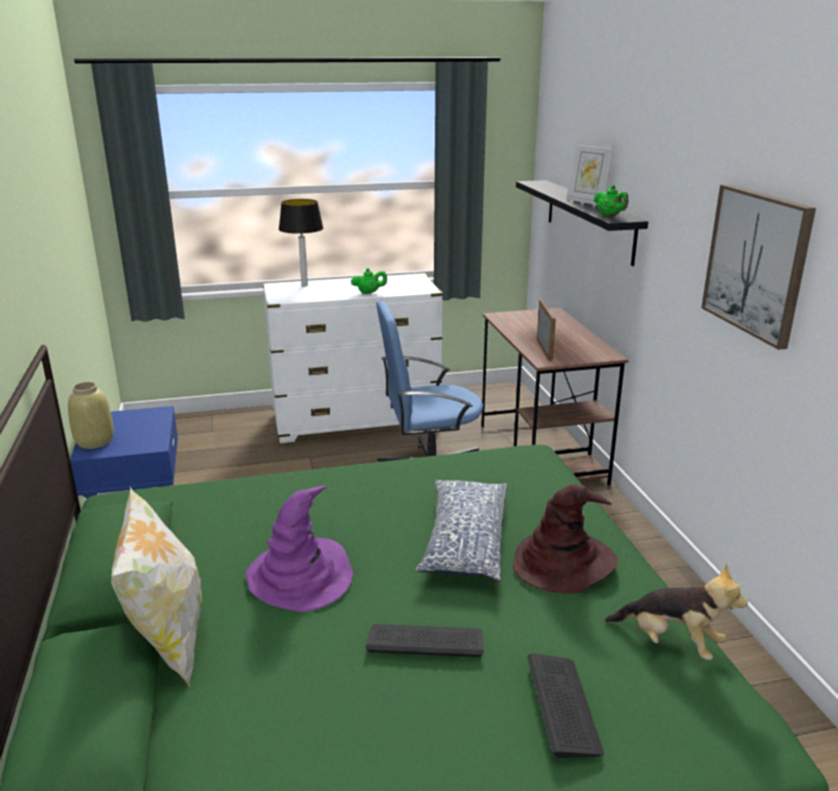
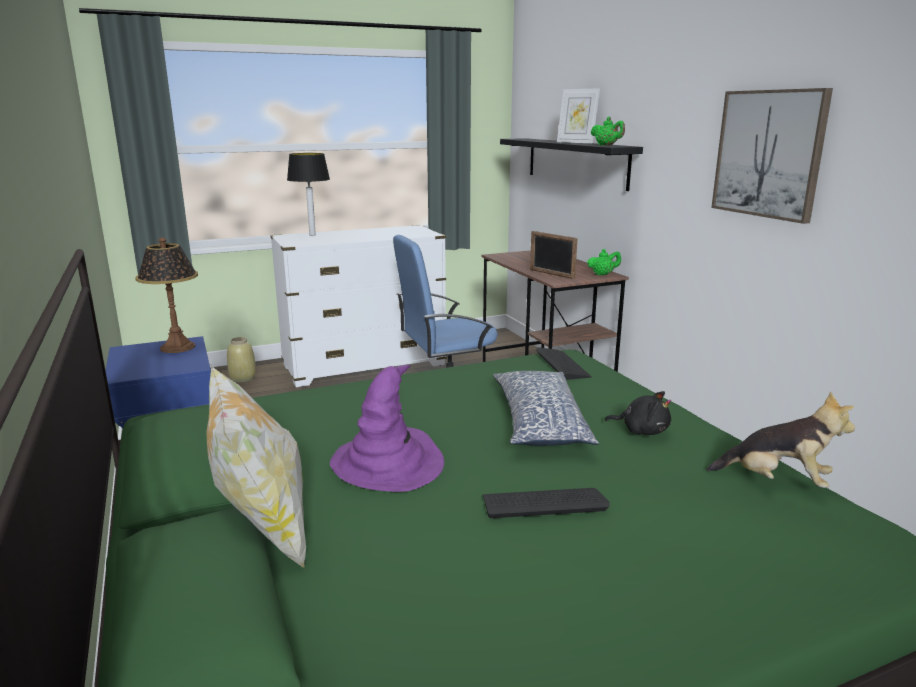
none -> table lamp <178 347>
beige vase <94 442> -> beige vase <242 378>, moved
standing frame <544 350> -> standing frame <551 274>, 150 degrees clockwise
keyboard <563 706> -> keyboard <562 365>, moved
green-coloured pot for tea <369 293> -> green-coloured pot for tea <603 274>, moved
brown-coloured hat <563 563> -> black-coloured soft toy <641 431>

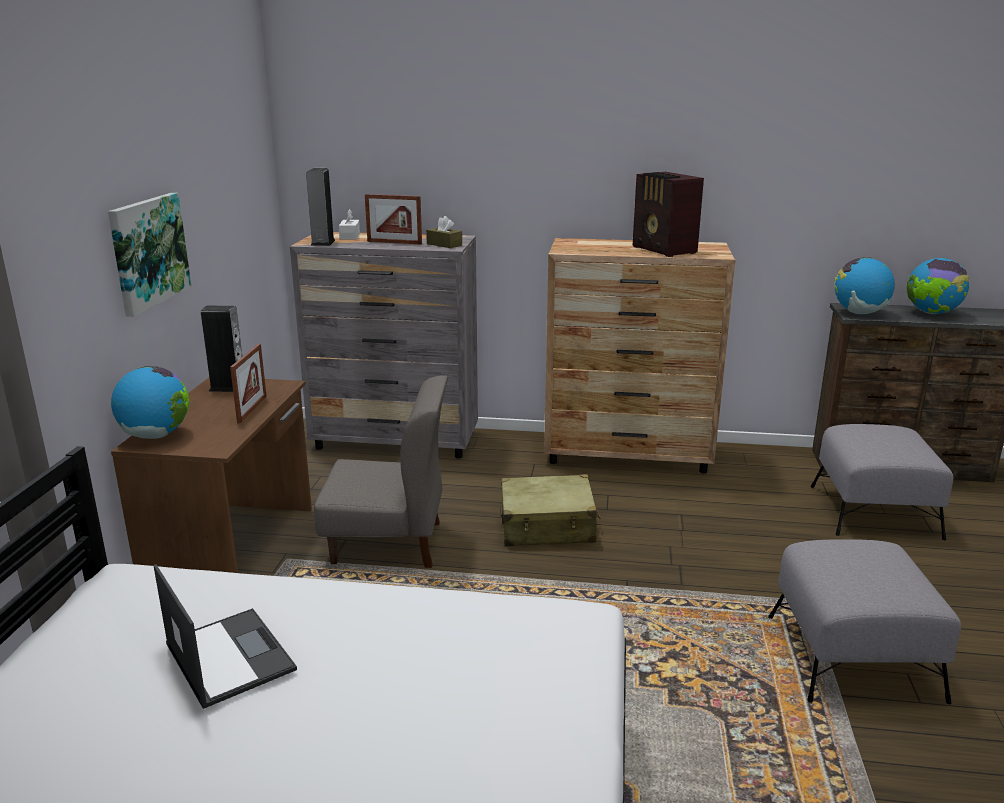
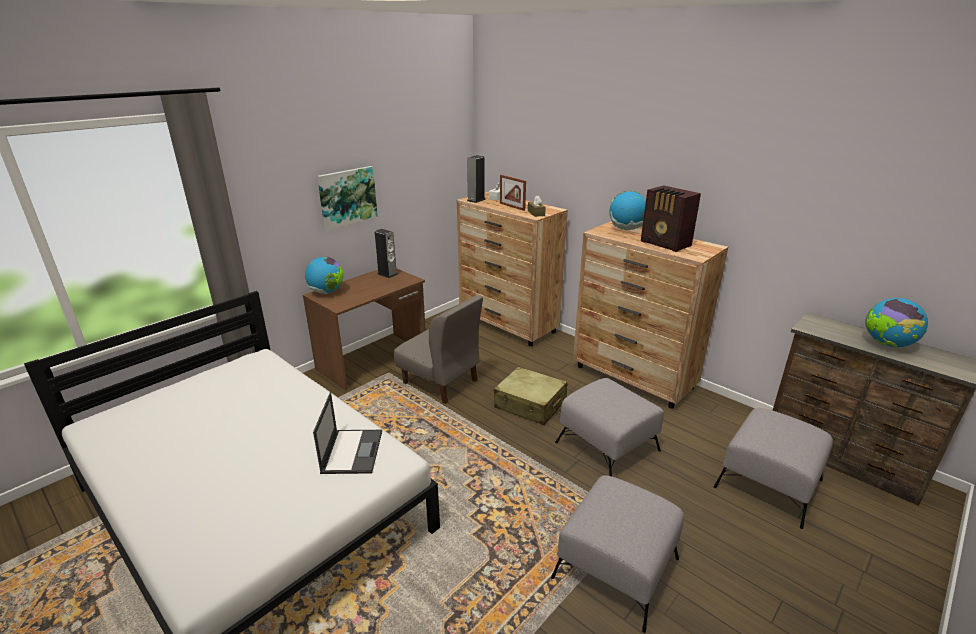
laptop <228 656> -> laptop <352 451>, moved
grey dresser <396 441> -> brown-coloured dresser <508 325>
none -> grey pouffe <607 447>
globe <859 313> -> globe <626 229>, moved
radio receiver <664 250> -> radio receiver <666 244>, 45 degrees counterclockwise
standing frame <252 409> -> none

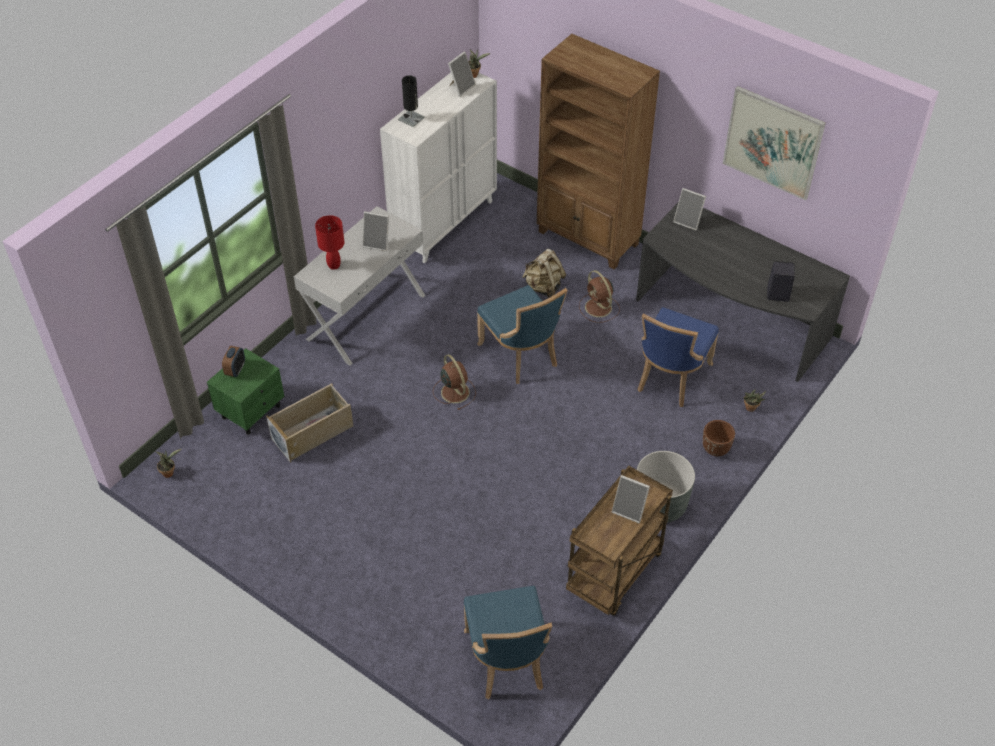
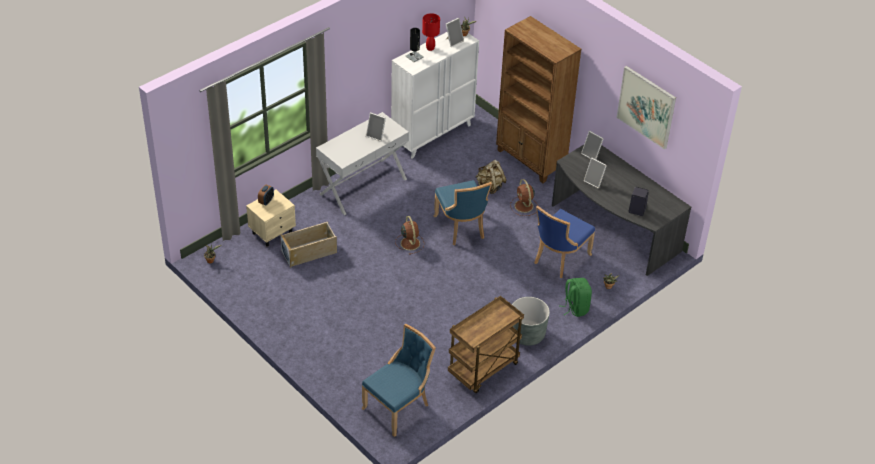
green-coloured night table <252 411> -> beige night table <273 232>
blue-coloured plain chair <507 662> -> blue-coloured plain chair <399 407>, 135 degrees counterclockwise
reddish table lamp <333 265> -> reddish table lamp <430 48>, moved
brown-coloured plant pot <715 449> -> green-coloured knapsack <575 308>
standing frame <630 510> -> standing frame <594 181>, moved

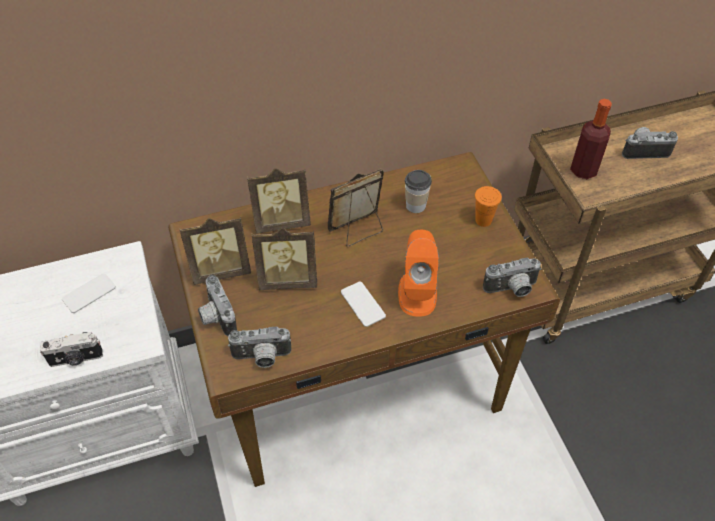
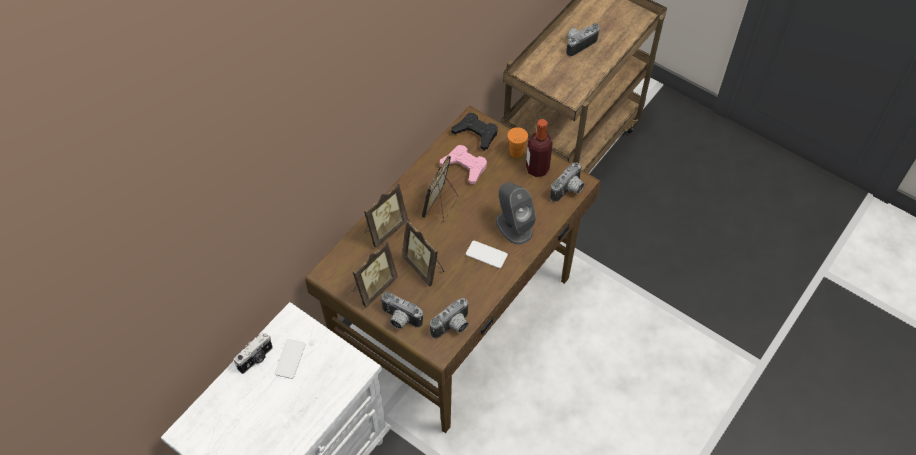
photo camera <76 359> -> photo camera <256 359>, moved
standing frame <288 279> -> standing frame <424 267>, 90 degrees clockwise
cup <416 205> -> pink-coloured game controller <464 166>
none -> black-coloured game controller <476 133>
orange loudspeaker <417 292> -> grey loudspeaker <513 226>
beverage bottle <583 170> -> beverage bottle <537 169>, moved

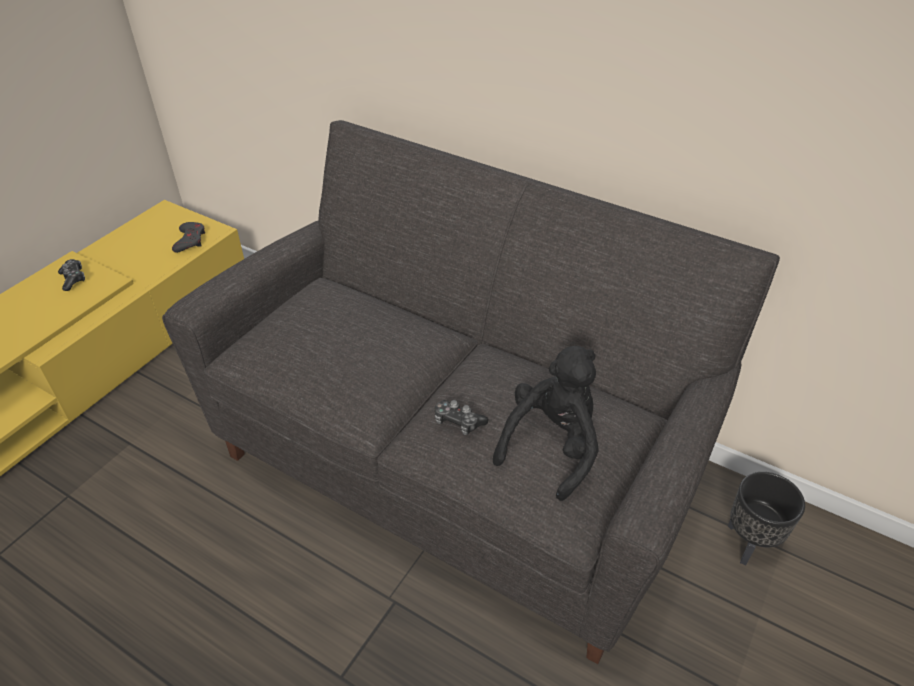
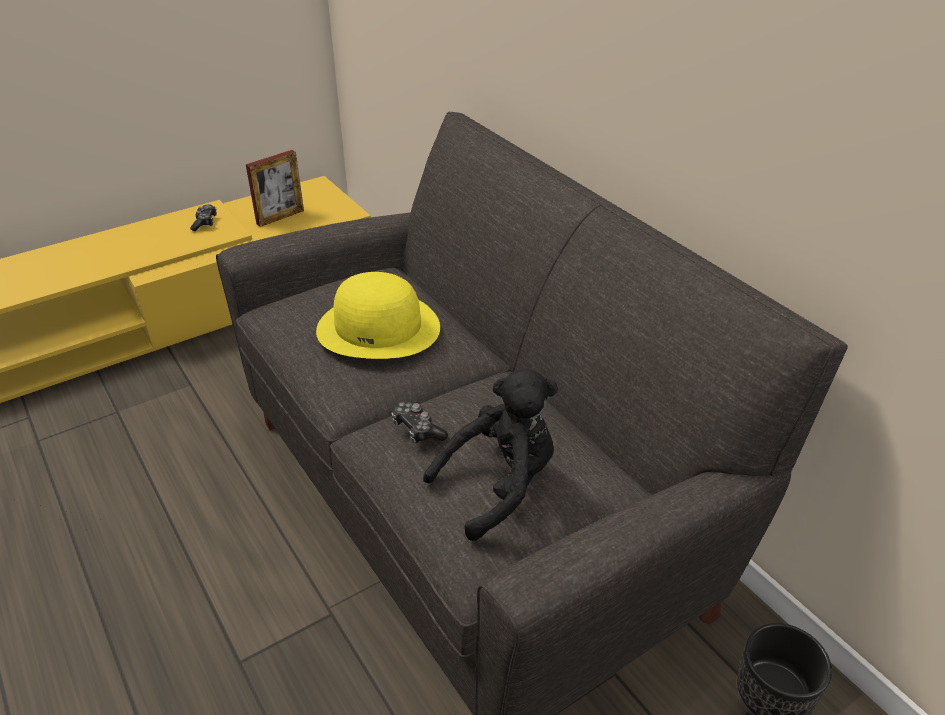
none -> standing frame <280 217>
none -> yellow-coloured hat <379 328>
grey game controller <190 240> -> none

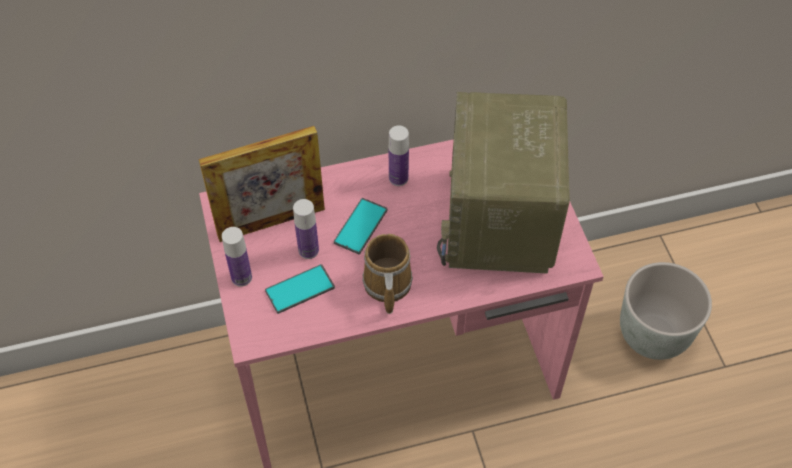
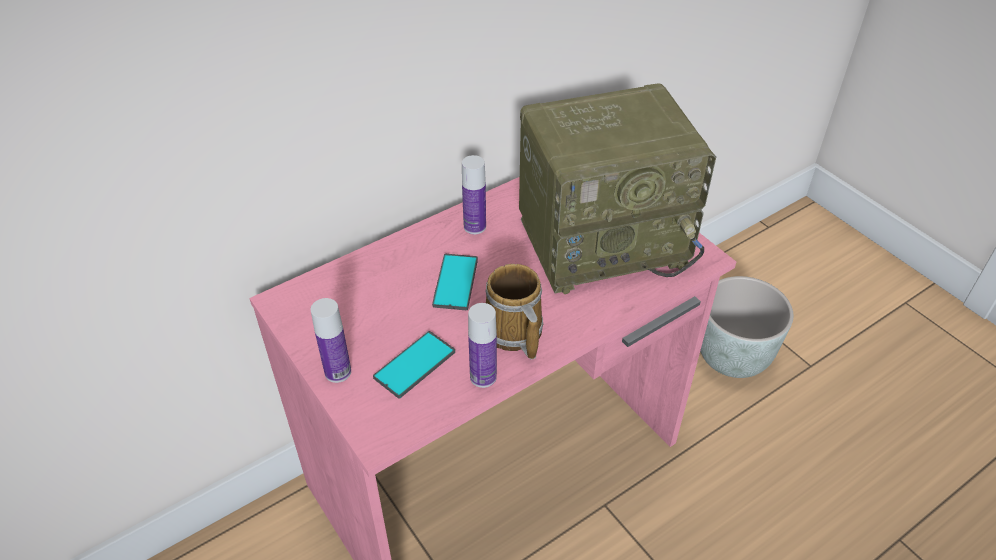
beverage bottle <308 250> -> beverage bottle <483 377>, moved
radio receiver <501 222> -> radio receiver <604 239>, 90 degrees counterclockwise
standing frame <271 222> -> none

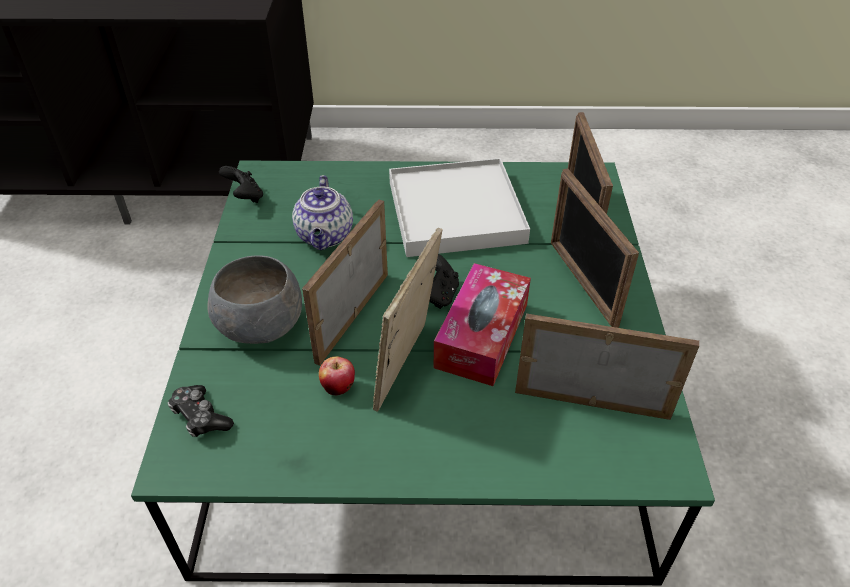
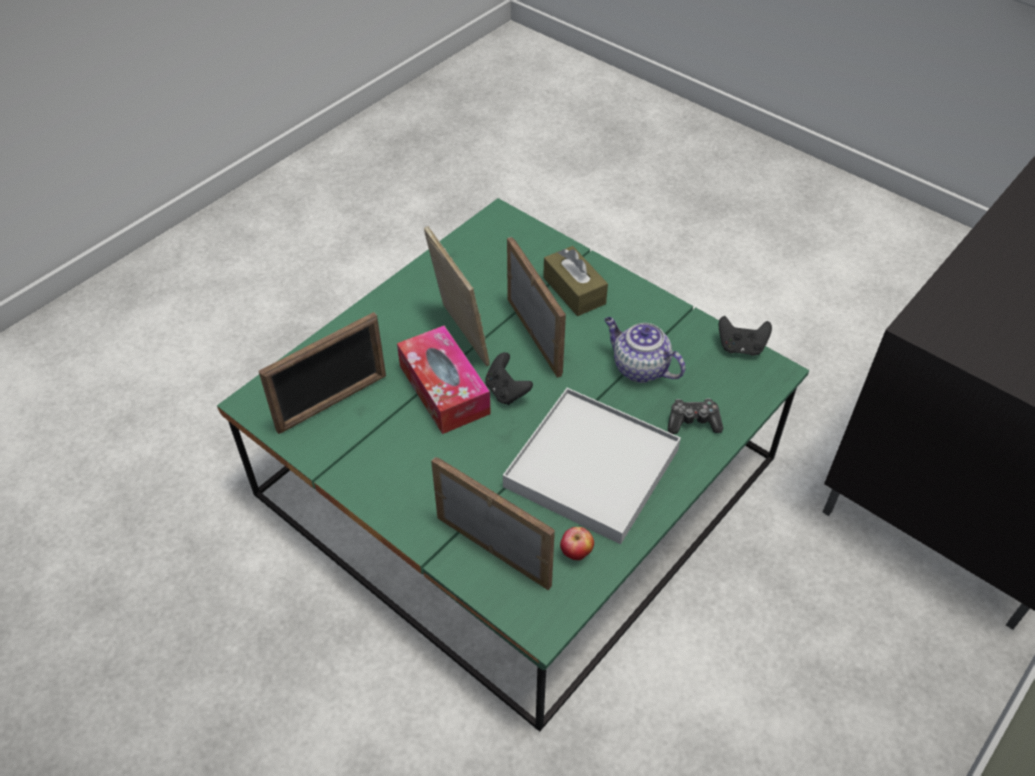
grey deep dish <260 324> -> brown-coloured tissue box <574 290>
apple <338 387> -> apple <576 553>, moved
game controller <200 417> -> game controller <693 422>, moved
standing frame <582 282> -> none

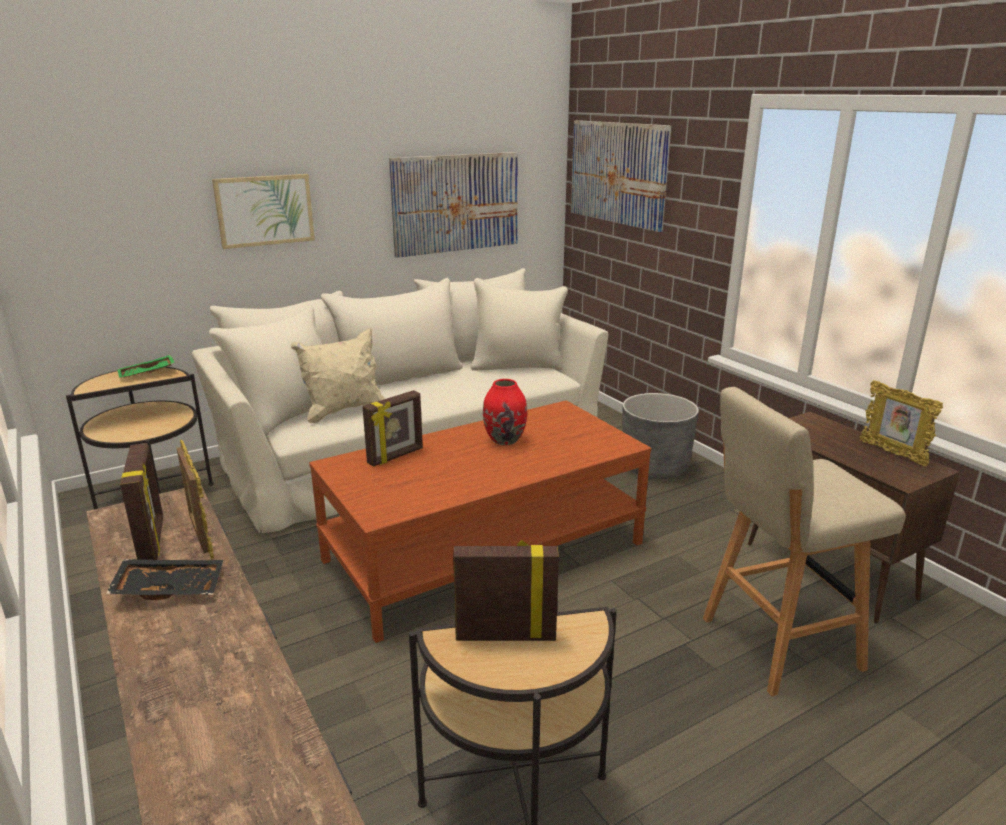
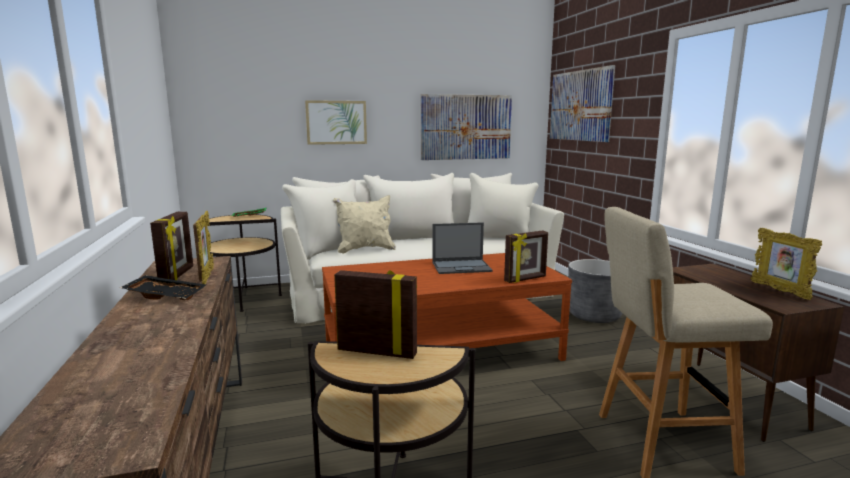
reddish vase <505 439> -> laptop <462 267>
standing frame <396 456> -> standing frame <525 279>, moved

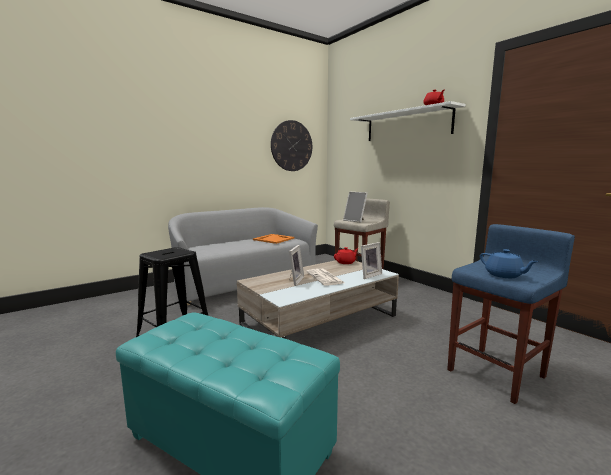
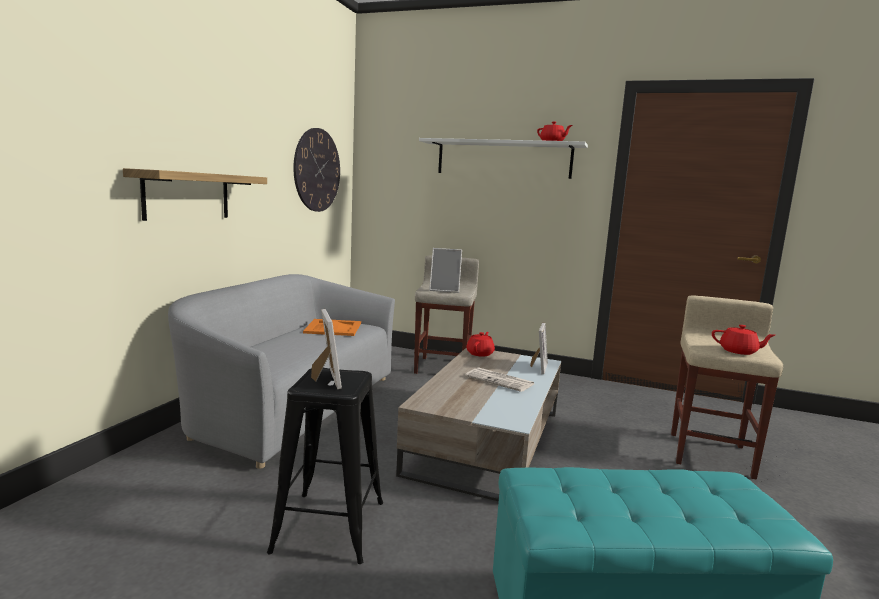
none -> wall shelf <187 195>
standing frame <294 280> -> standing frame <325 380>, moved
blue-coloured sitting stool <497 373> -> beige sitting stool <710 454>
blue-coloured pot for tea <504 275> -> reddish pot for tea <739 351>

